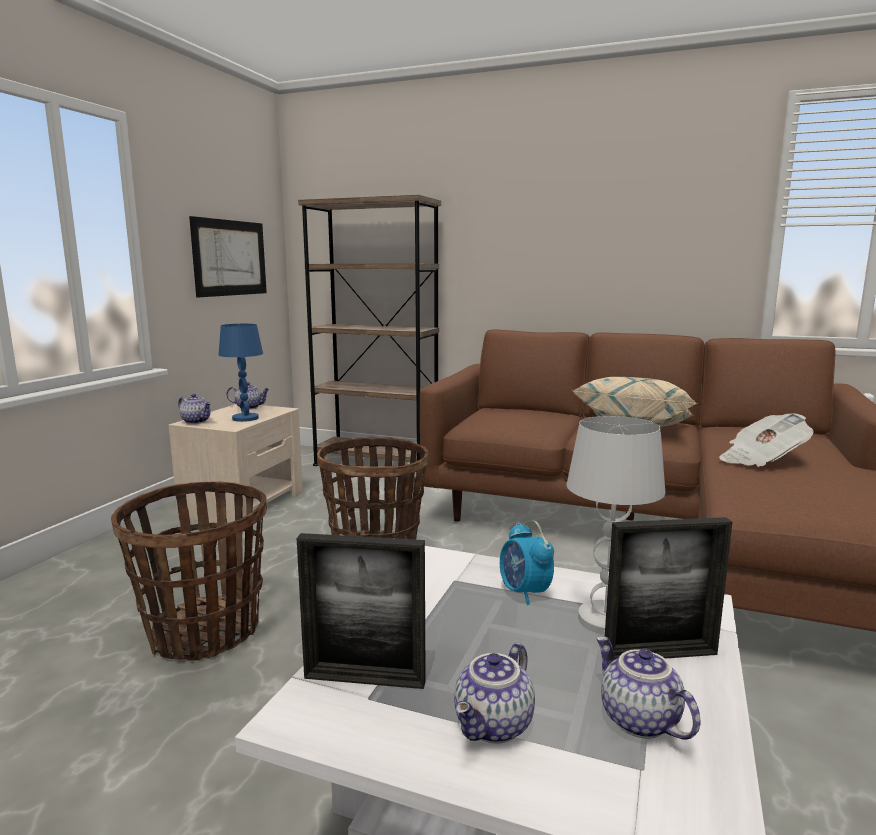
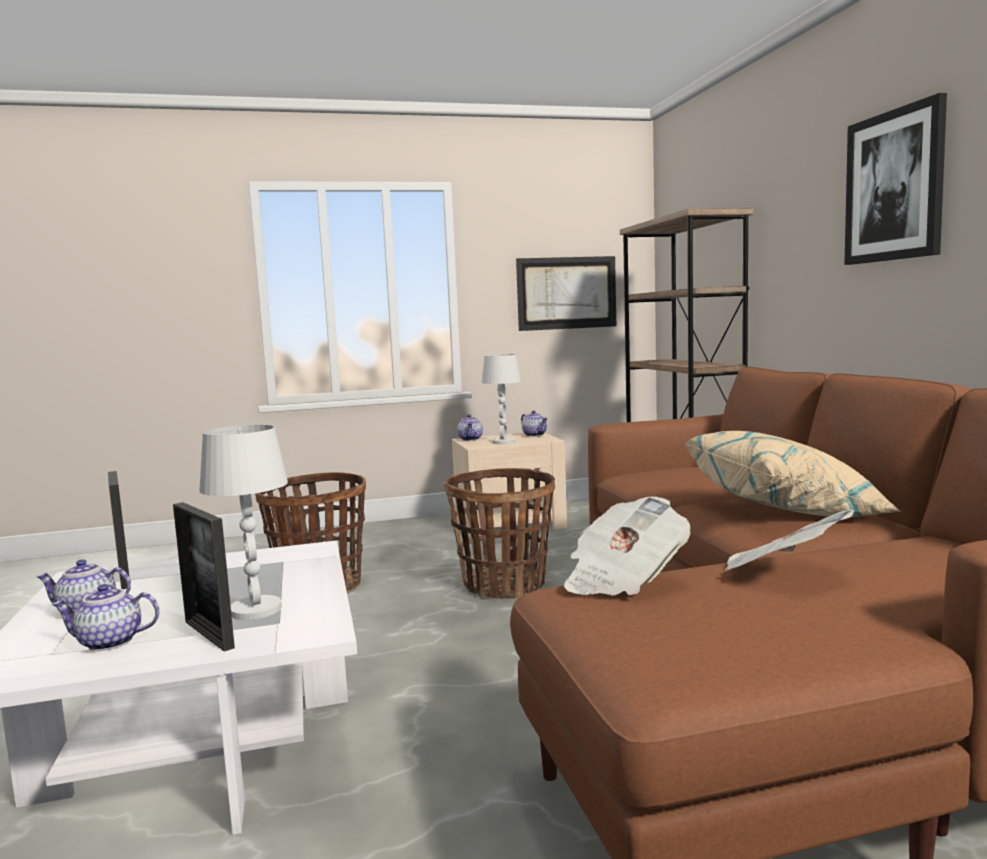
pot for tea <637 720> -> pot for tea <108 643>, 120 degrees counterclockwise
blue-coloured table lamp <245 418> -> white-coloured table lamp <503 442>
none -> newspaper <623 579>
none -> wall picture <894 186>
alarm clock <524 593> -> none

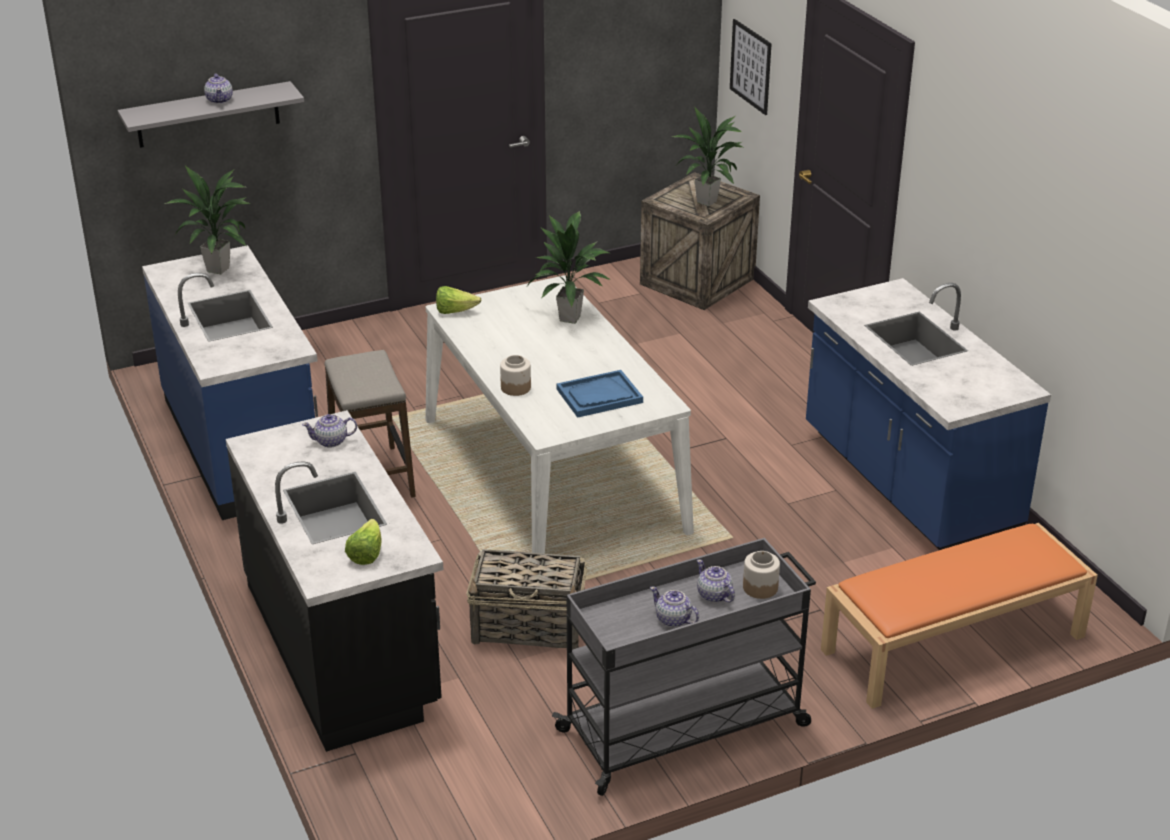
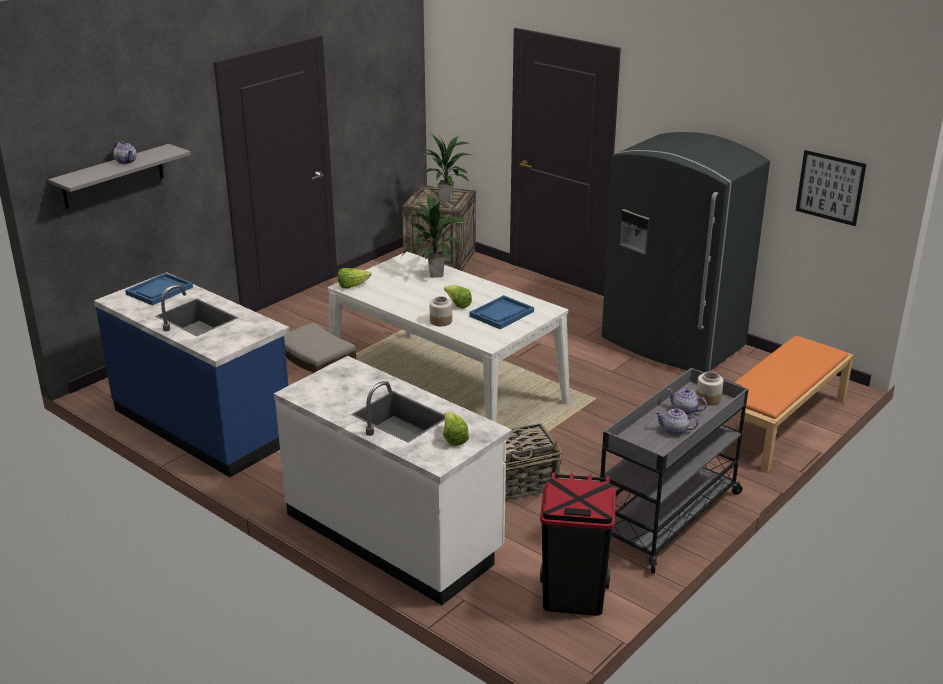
plant in a pot <219 270> -> blue-coloured tray <159 291>
black-coloured counter <343 646> -> white-coloured counter <394 534>
none -> head of lettuce <457 304>
none -> black-coloured waste bin <573 596>
blue-coloured counter <907 485> -> grey refrigerator <671 344>
wall picture <750 66> -> wall picture <830 187>, moved
pot for tea <331 441> -> none

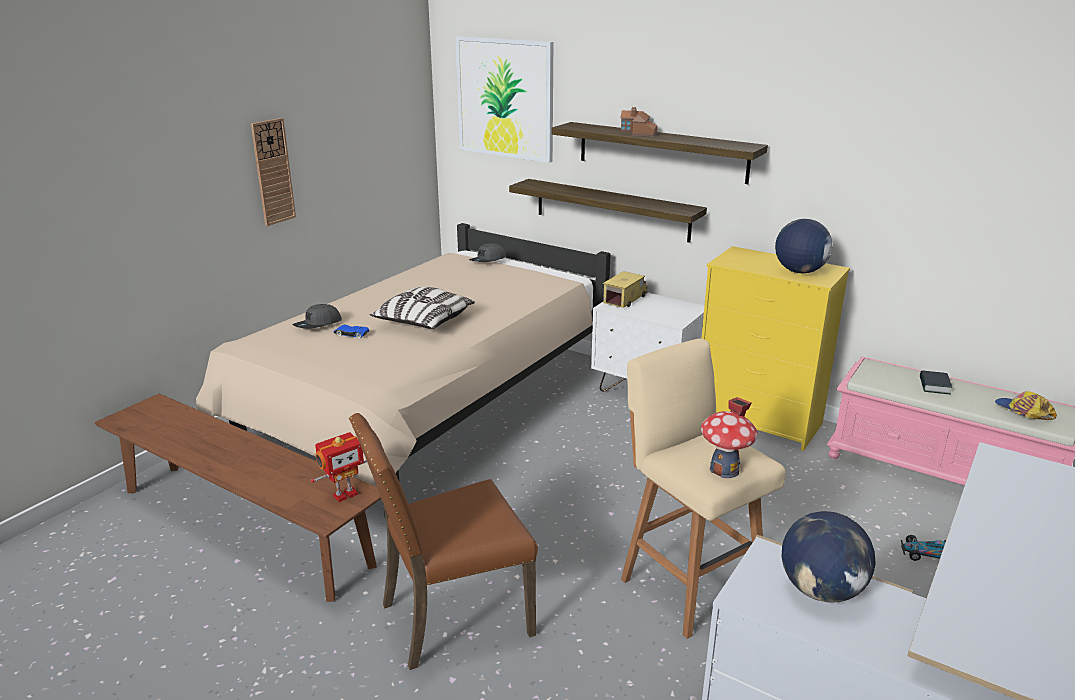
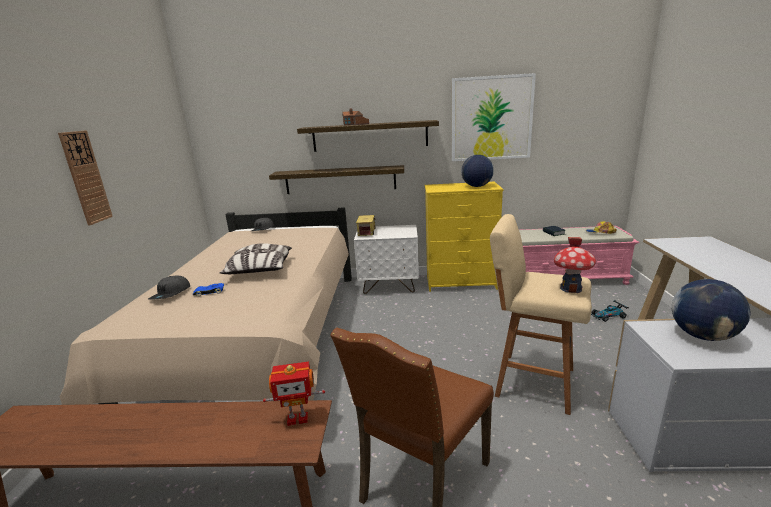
toy robot <344 494> -> toy robot <297 418>, 60 degrees clockwise
wall picture <505 98> -> wall picture <491 118>, moved

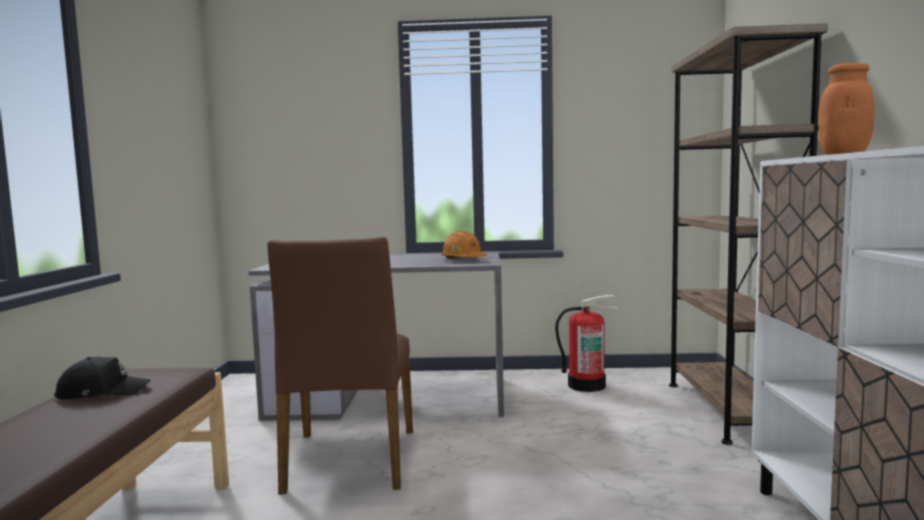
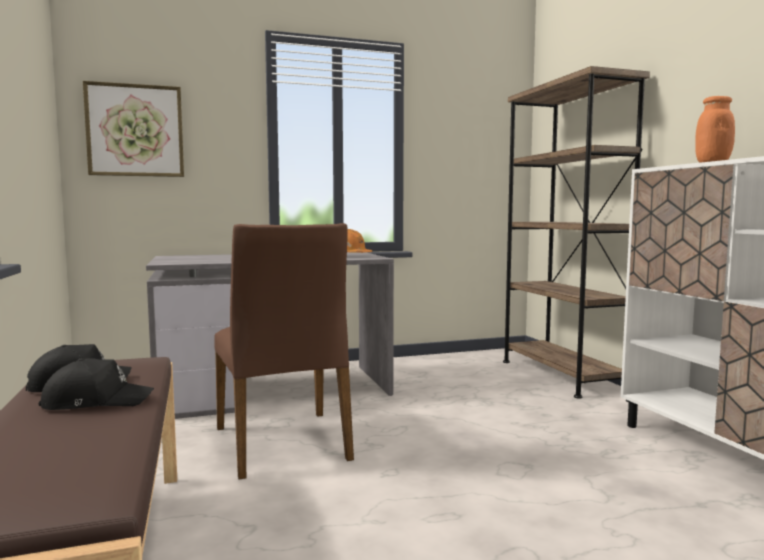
none -> black-coloured peaked cap <96 402>
none -> wall picture <135 130>
extinguisher <586 385> -> none

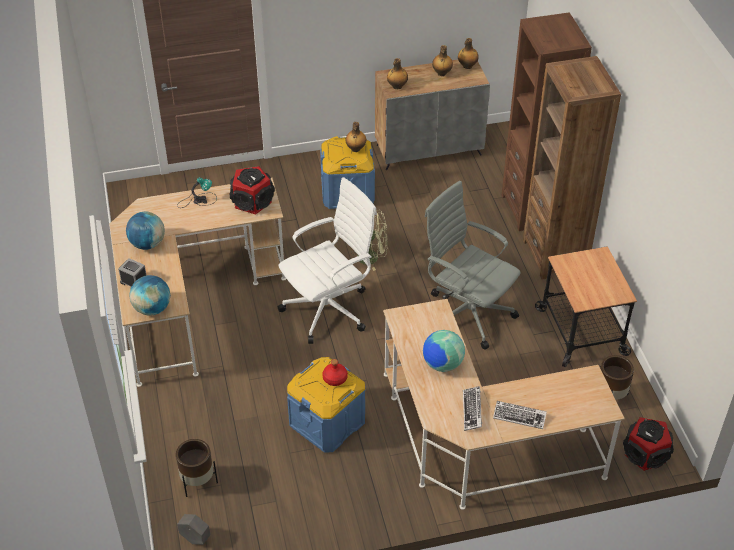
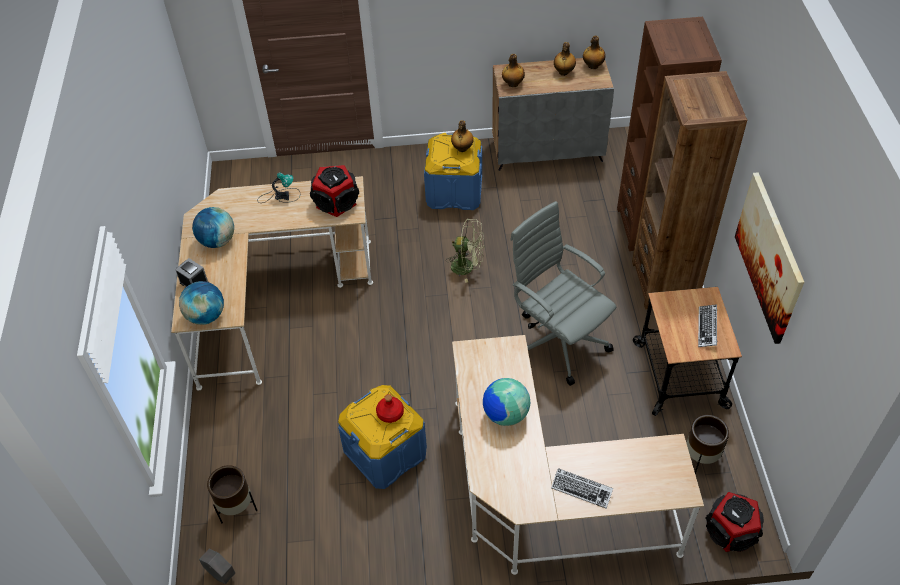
keyboard <472 410> -> keyboard <707 328>, moved
none -> wall picture <769 257>
white-coloured desk chair <329 309> -> none

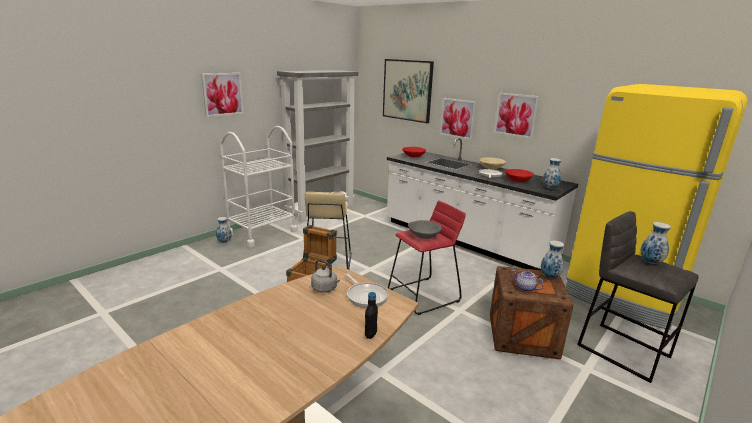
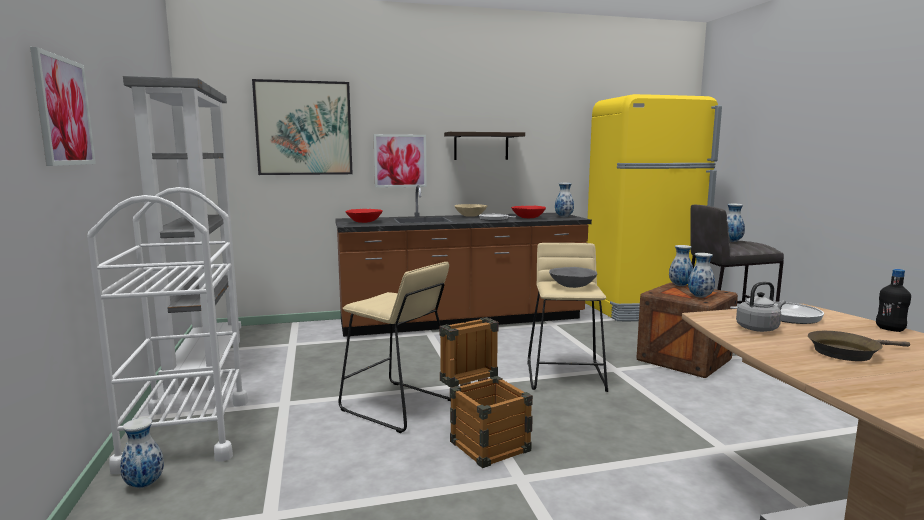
white-coloured counter <465 241> -> brown-coloured counter <462 321>
wall picture <516 115> -> wall shelf <481 146>
reddish sitting stool <423 296> -> beige sitting stool <566 376>
pot for tea <525 288> -> vase <700 297>
none -> brown-coloured frying pan <847 352>

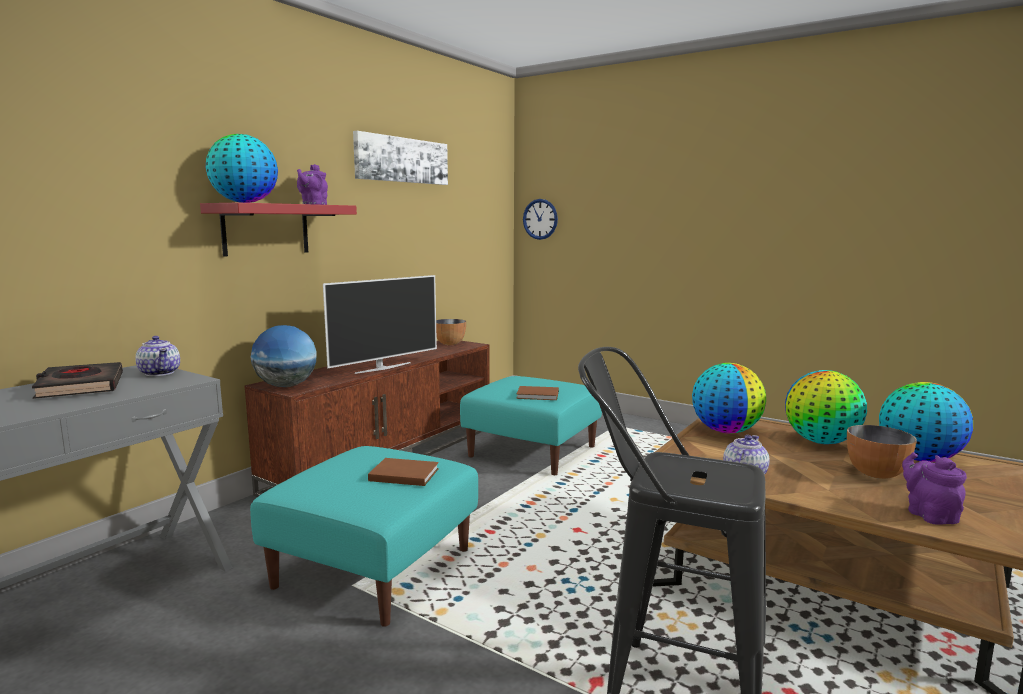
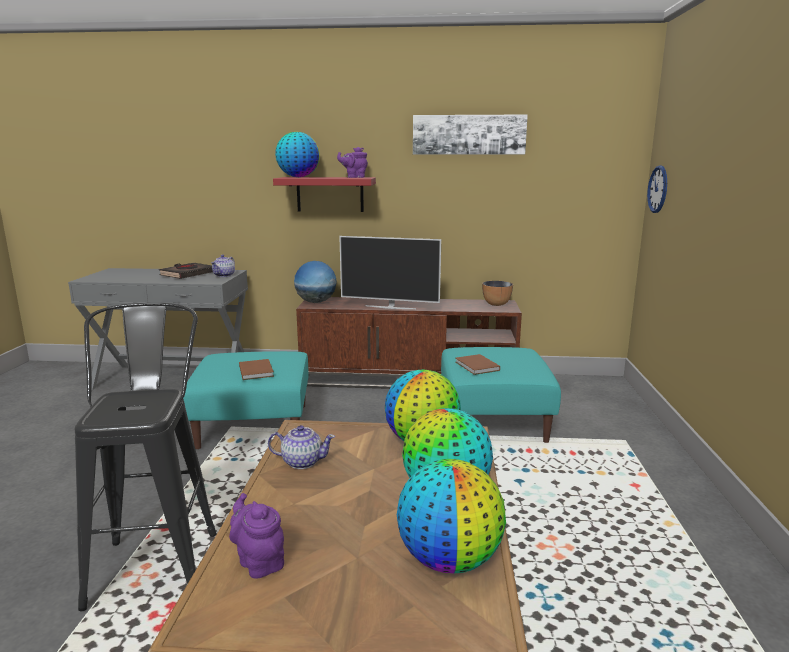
purple pot for tea <929 514> -> purple pot for tea <259 561>, 90 degrees counterclockwise
deep dish <876 474> -> none

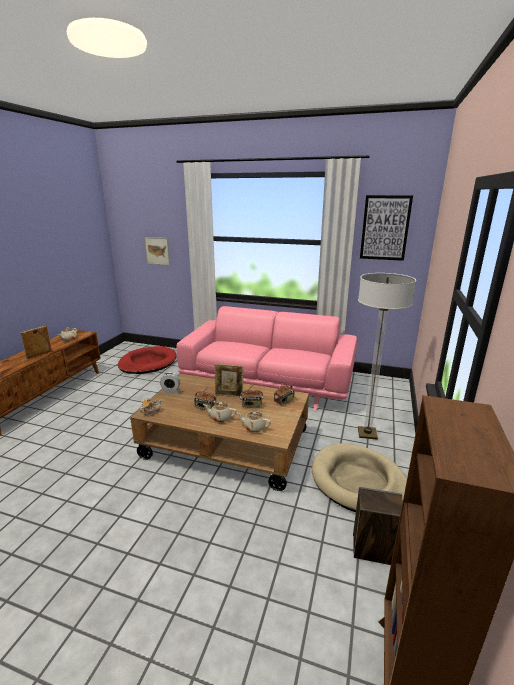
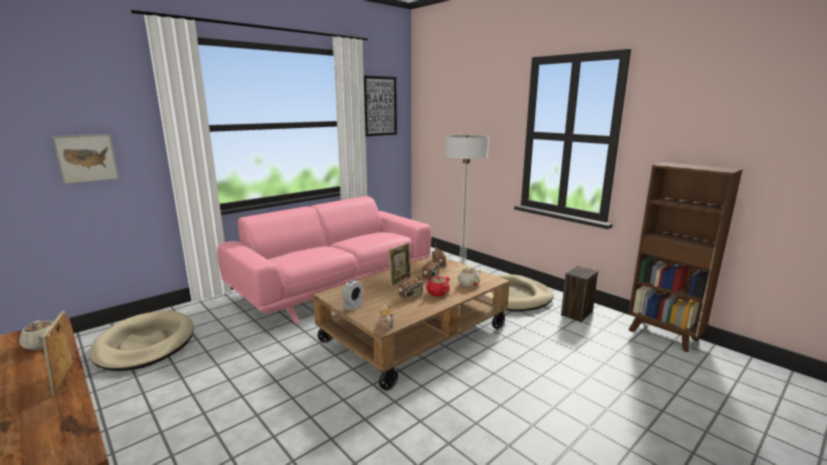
reddish dog cushion <148 363> -> beige dog cushion <145 344>
beige pot for tea <220 417> -> reddish pot for tea <437 293>

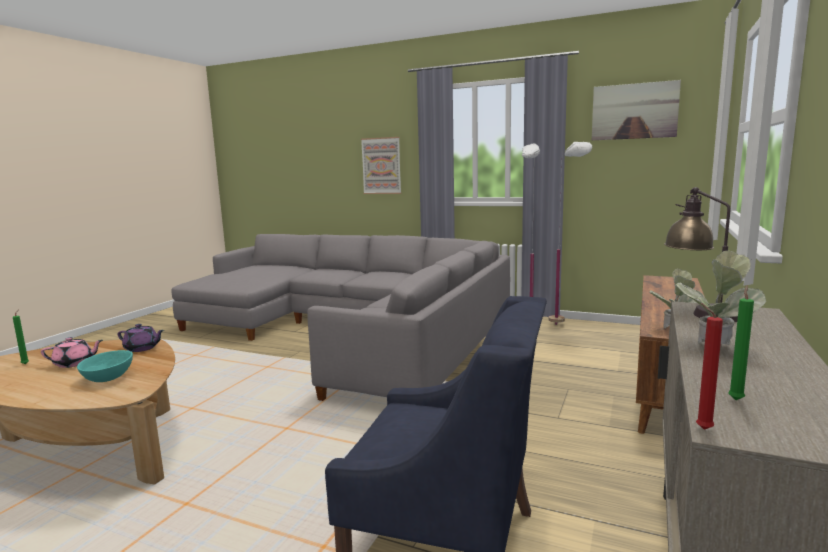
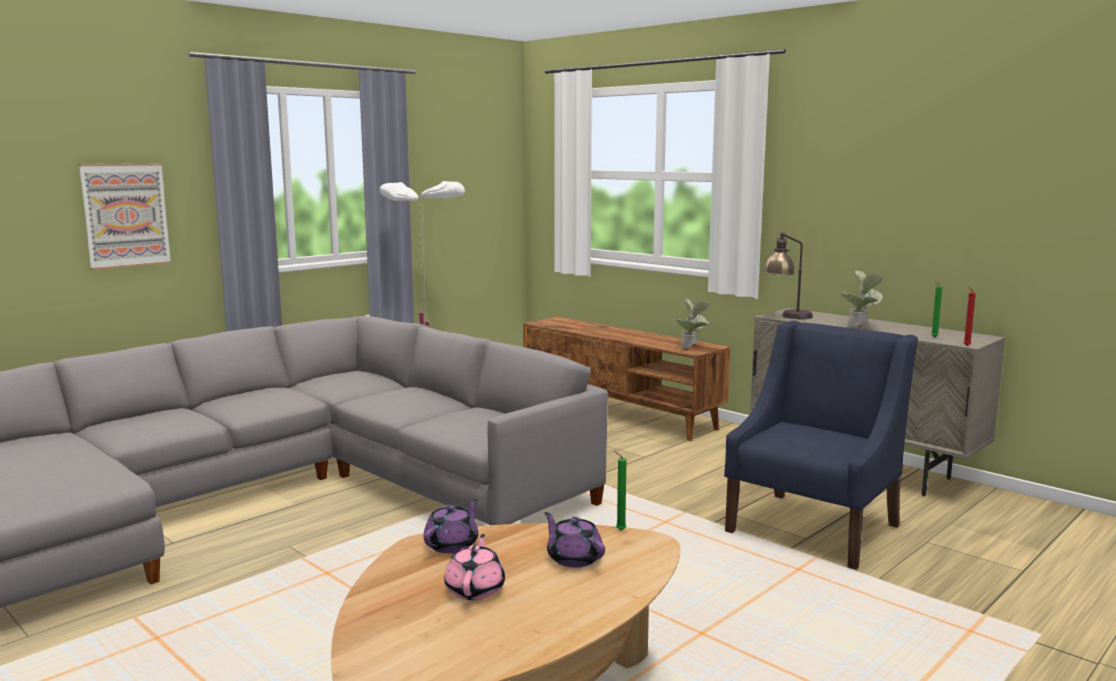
turquoise-coloured deep dish <108 378> -> purple pot for tea <574 558>
green-coloured candle <26 363> -> green-coloured candle <619 530>, moved
wall picture <634 111> -> none

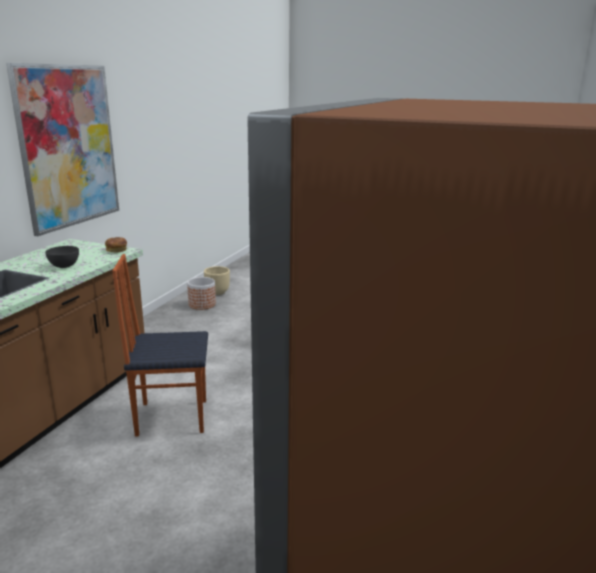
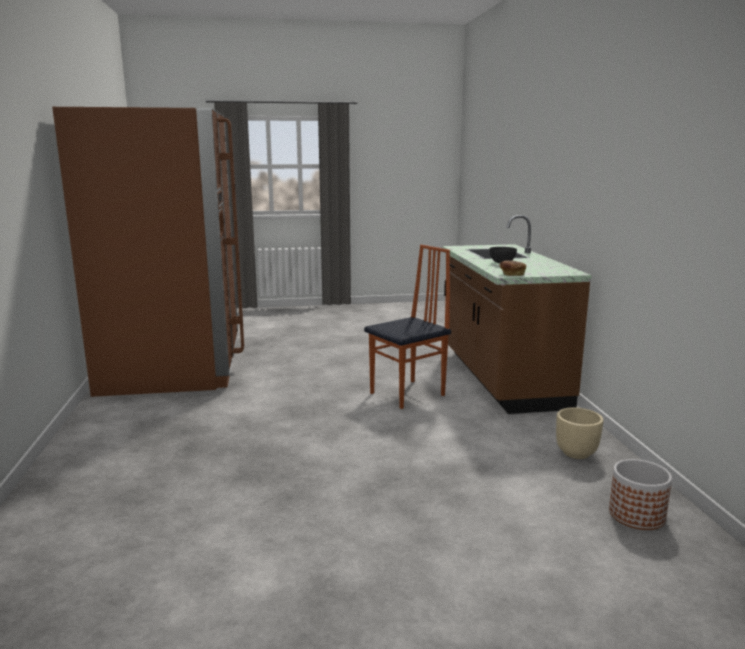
beige plant pot <217 292> -> beige plant pot <576 453>, moved
wall picture <69 147> -> none

